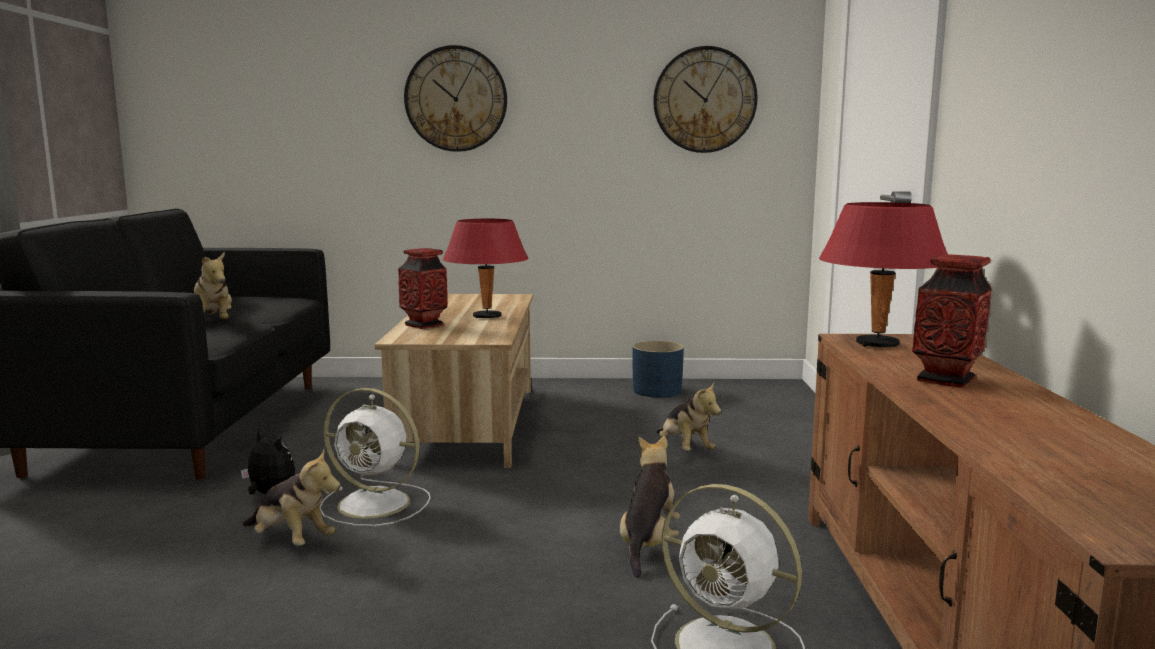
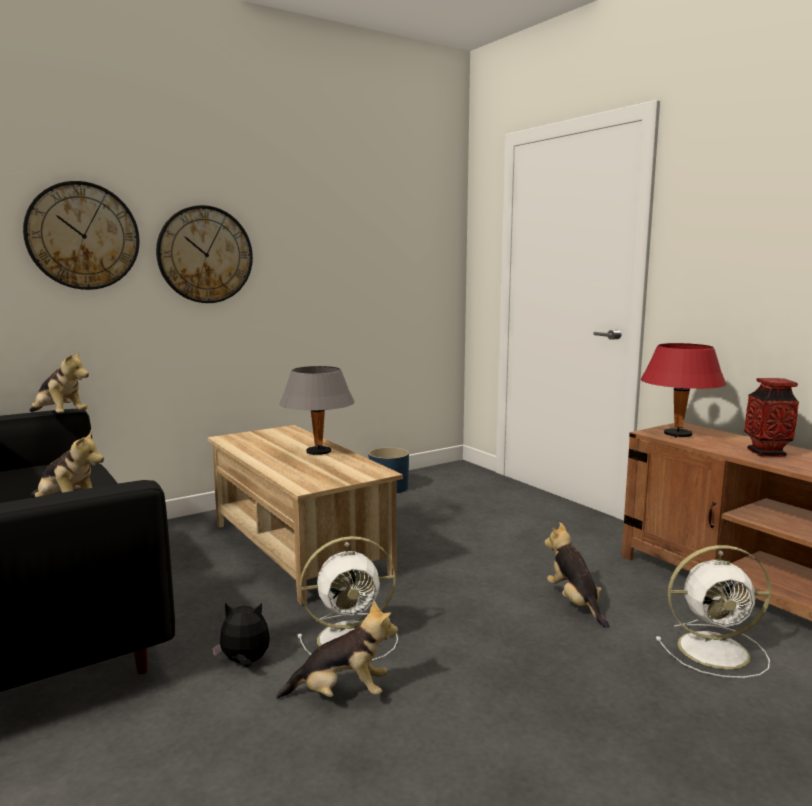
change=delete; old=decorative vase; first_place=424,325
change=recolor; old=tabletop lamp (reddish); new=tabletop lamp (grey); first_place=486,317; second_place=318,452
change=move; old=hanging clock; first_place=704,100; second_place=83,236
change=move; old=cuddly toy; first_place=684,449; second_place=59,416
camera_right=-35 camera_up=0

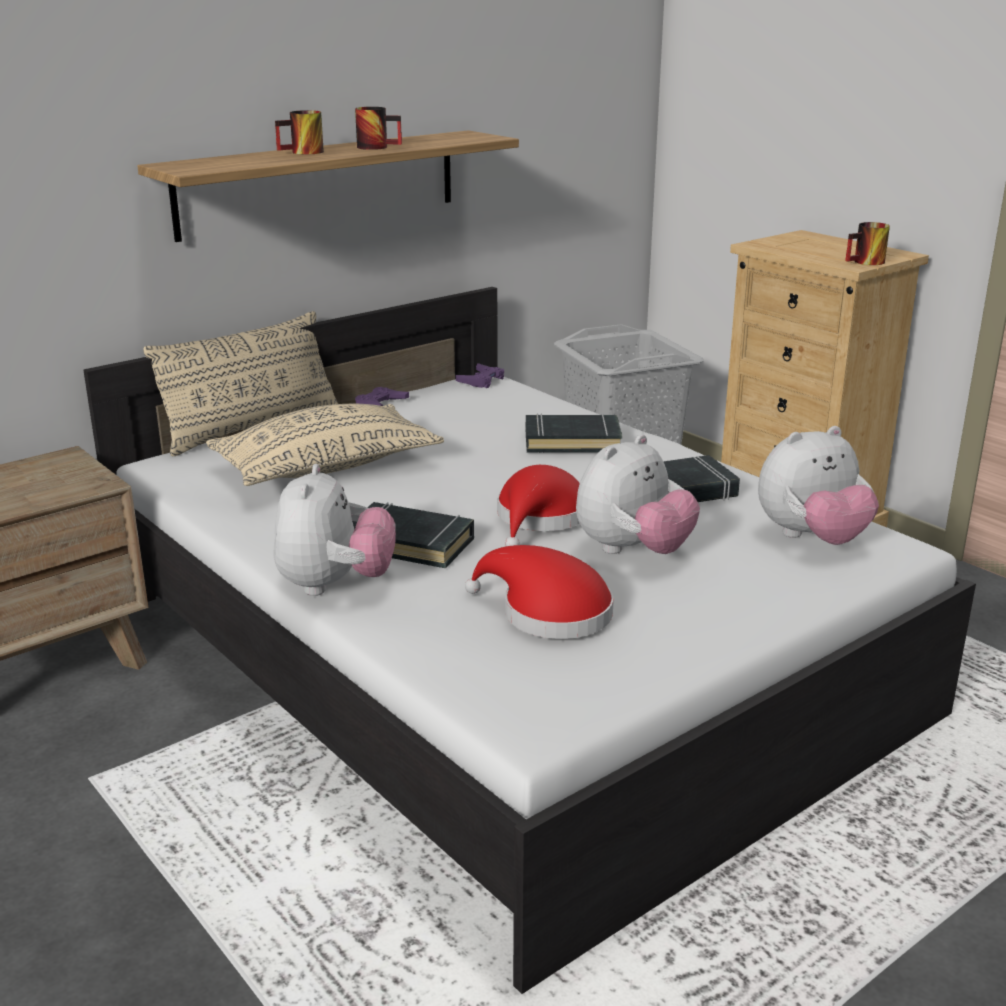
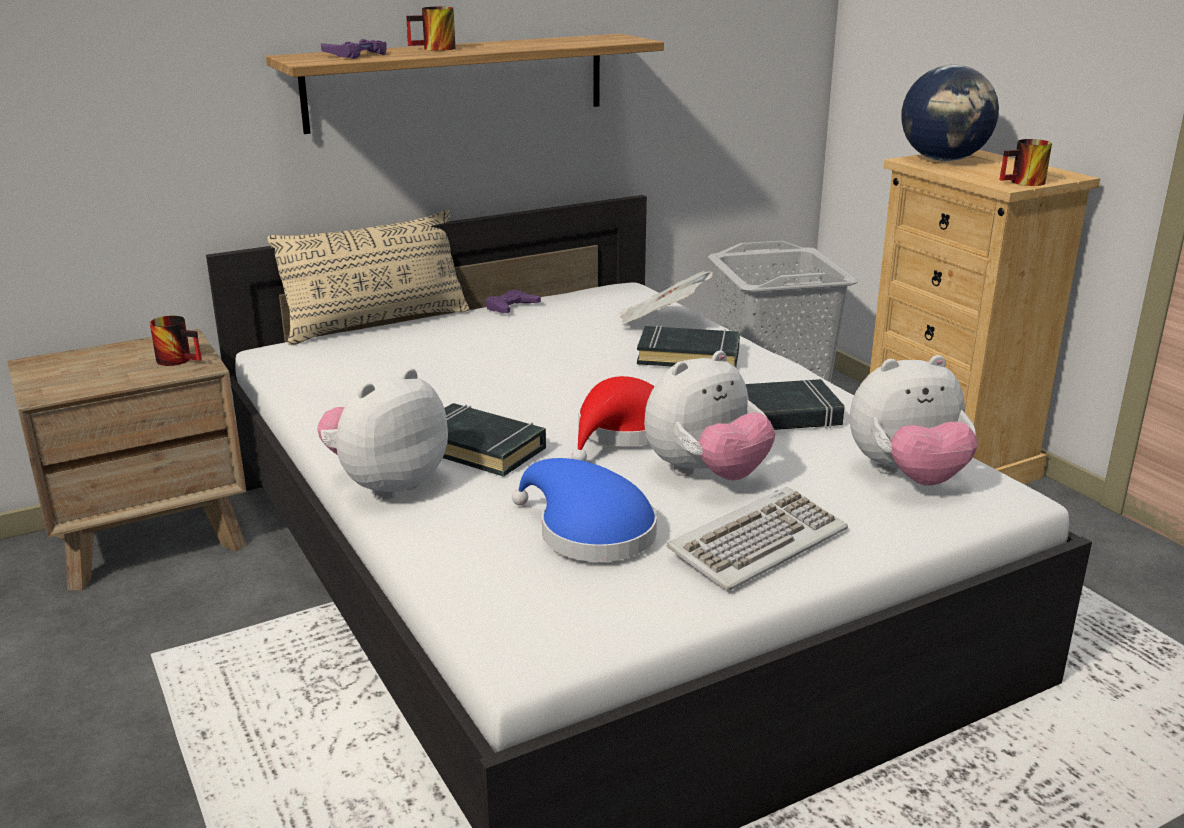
change=delete; old=pillow (beige-coloured); first_place=327,467
change=rotate; old=cuddly toy; first_place=335,585; second_place=386,484; degrees=-150
change=move; old=tea mug; first_place=378,147; second_place=181,359
change=move; old=joypad (purplish); first_place=481,380; second_place=357,55
change=recolor; old=clothing hat (reddish); new=clothing hat (bluish); first_place=548,612; second_place=589,532
change=insert; new=newspaper; second_place=661,322
change=insert; new=keyboard; second_place=757,543
change=insert; new=globe; second_place=944,160
camera_right=10 camera_up=0

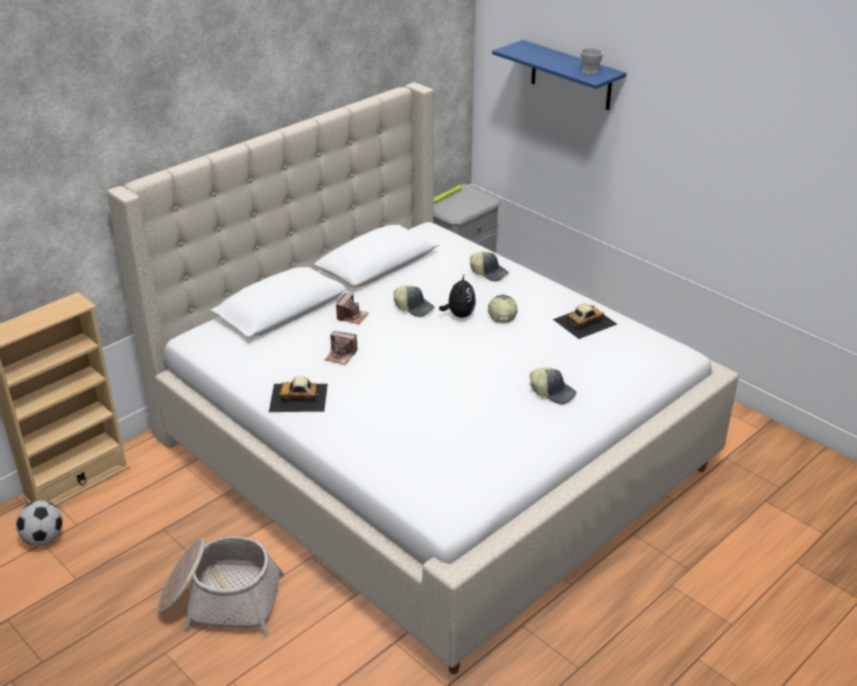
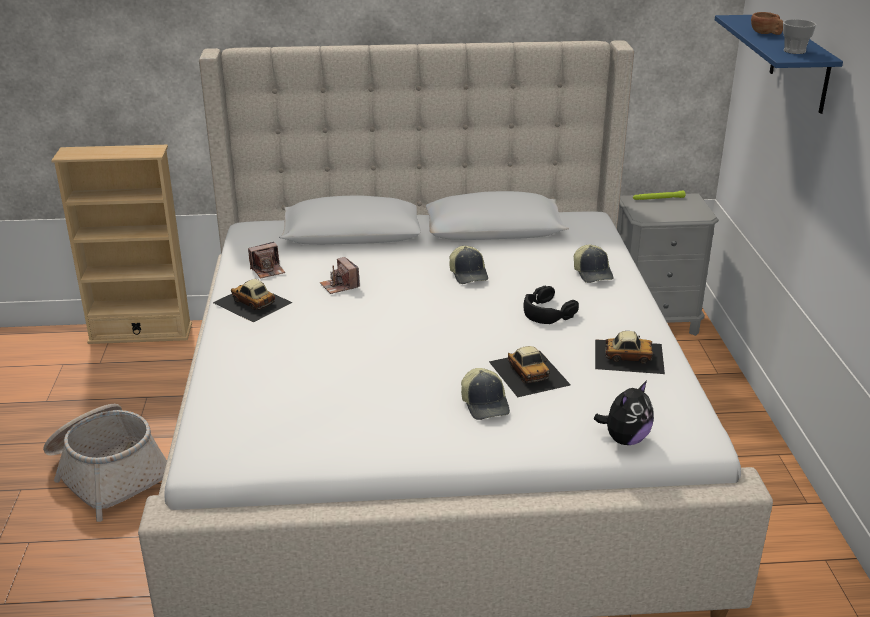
change=delete; old=football ball; first_place=44,538
change=move; old=still camera; first_place=352,316; second_place=268,270
change=move; old=cuddly toy; first_place=459,315; second_place=625,439
change=replace; old=baseball cap; new=pair of headphones (black-coloured); first_place=501,313; second_place=547,312
change=insert; new=model car; second_place=529,372
change=insert; new=drinking cup (brown); second_place=766,34
camera_right=40 camera_up=-5

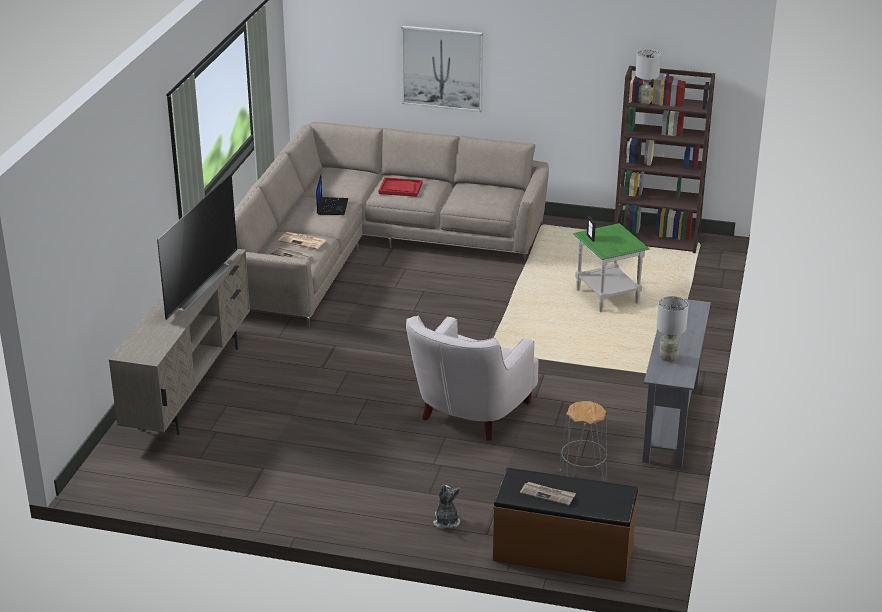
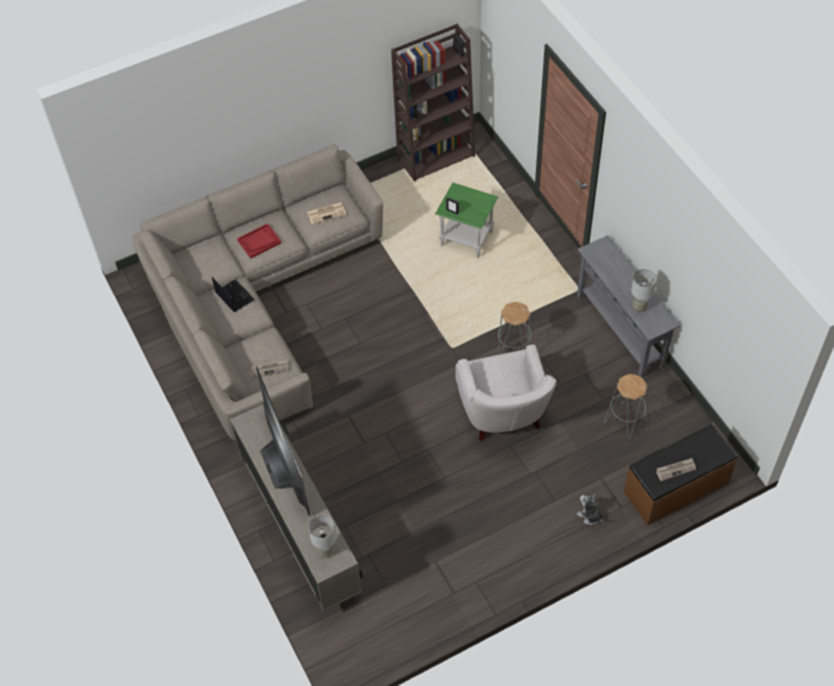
change=move; old=newspaper; first_place=303,241; second_place=327,213
change=delete; old=wall art; first_place=442,68
change=move; old=tabletop lamp (grey); first_place=645,102; second_place=325,551
change=insert; new=stool seat (grey); second_place=513,348
camera_right=-40 camera_up=25

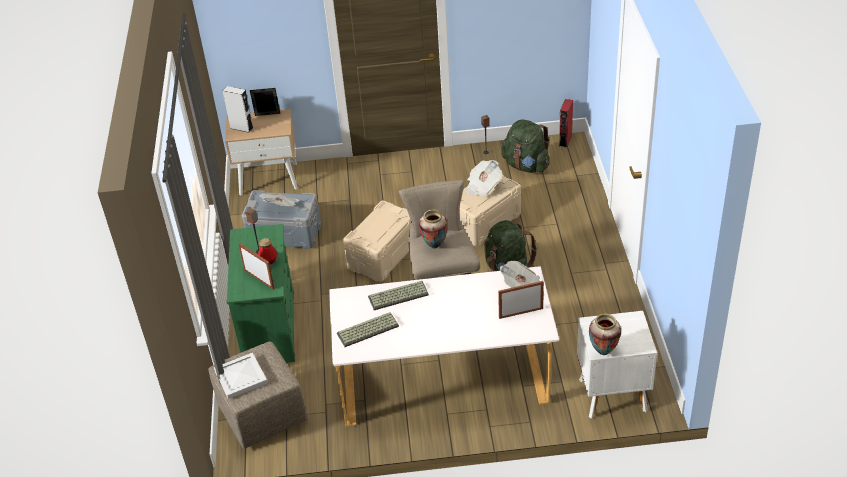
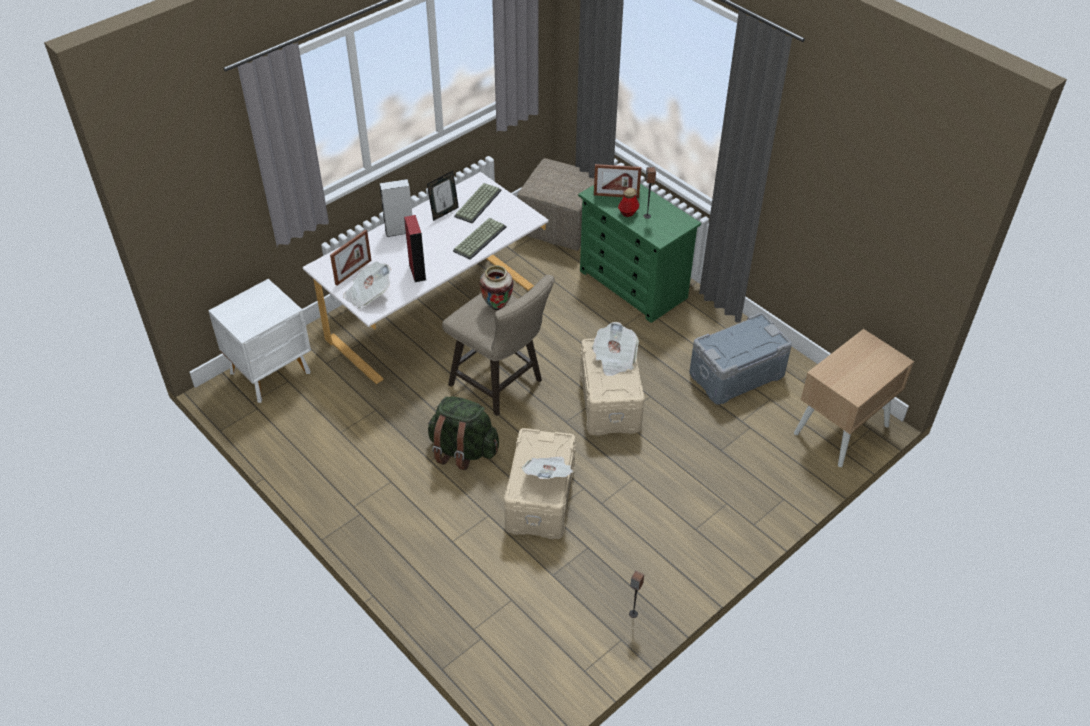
change=delete; old=tray (white); first_place=240,378
change=move; old=loudspeaker (grey); first_place=241,128; second_place=399,231
change=move; old=picture frame; first_place=267,116; second_place=444,213
change=move; old=newspaper; first_place=281,207; second_place=614,359
change=delete; old=knapsack (green); first_place=526,166
change=move; old=loudspeaker (reddish); first_place=565,140; second_place=417,271
change=delete; old=decorative vase; first_place=603,351
camera_right=140 camera_up=5

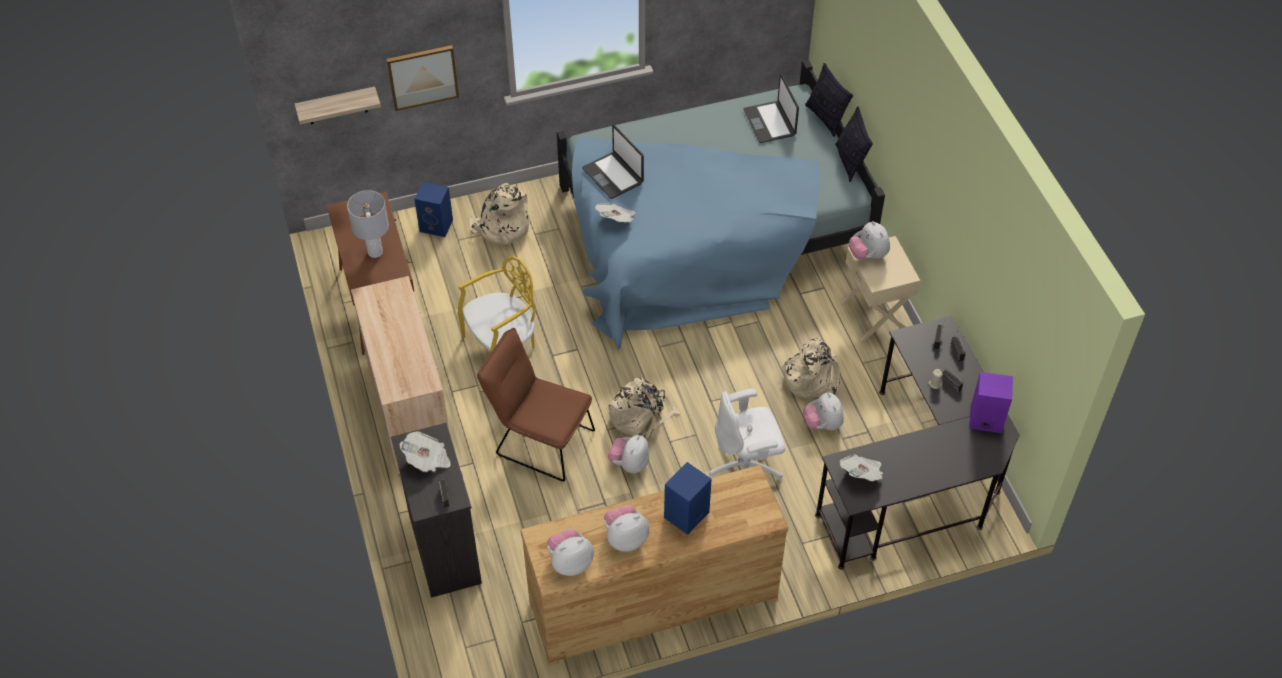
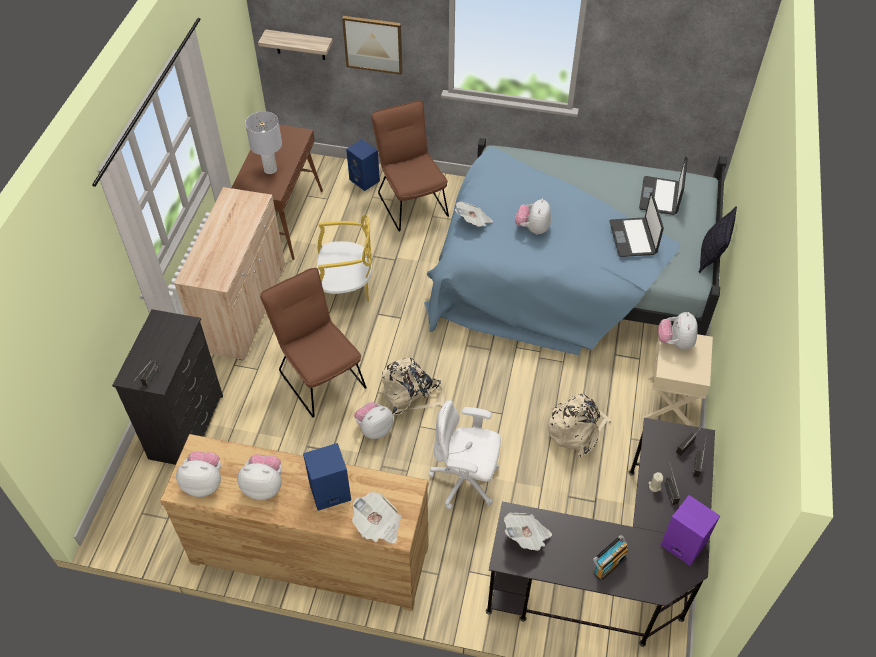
change=move; old=newspaper; first_place=427,460; second_place=378,525
change=replace; old=knapsack (beige-coloured); new=plain chair (brown); first_place=502,228; second_place=411,201
change=move; old=laptop; first_place=613,175; second_place=633,238
change=move; old=cuddly toy; first_place=822,424; second_place=533,228
change=delete; old=pillow; first_place=826,118
change=insert; new=radio; second_place=608,564
camera_right=30 camera_up=0

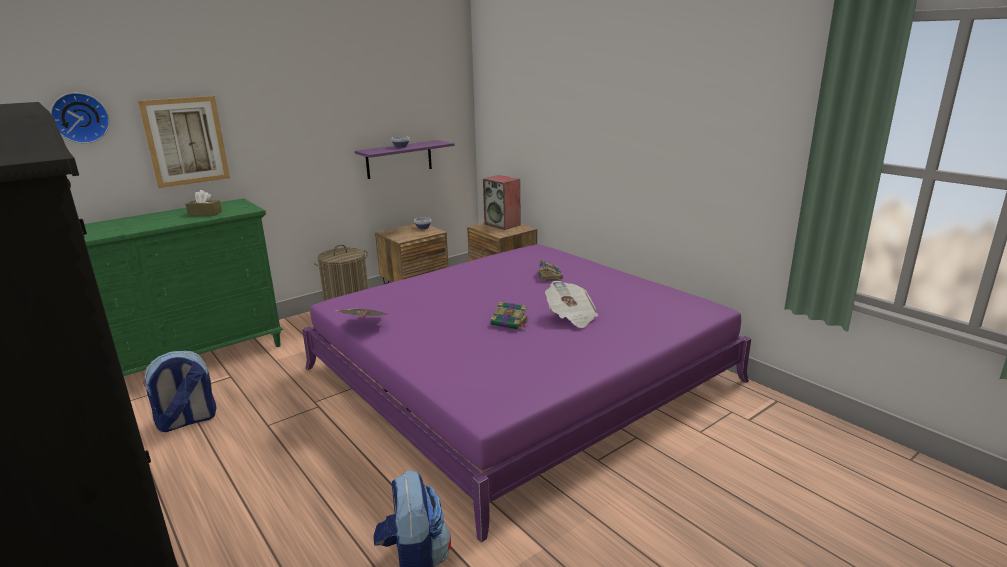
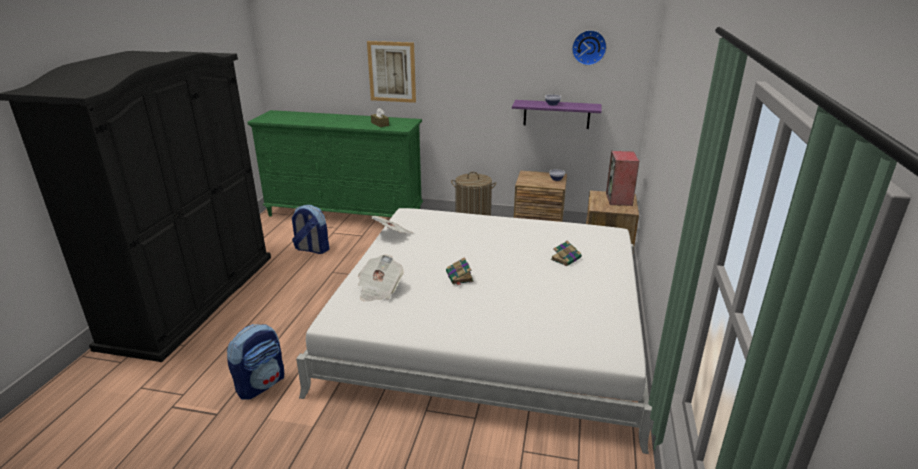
change=move; old=hanging clock; first_place=80,118; second_place=589,47
change=recolor; old=sleeping bed (purplish); new=sleeping bed (white); first_place=518,374; second_place=490,326
change=move; old=newspaper; first_place=571,317; second_place=379,290
camera_right=50 camera_up=5

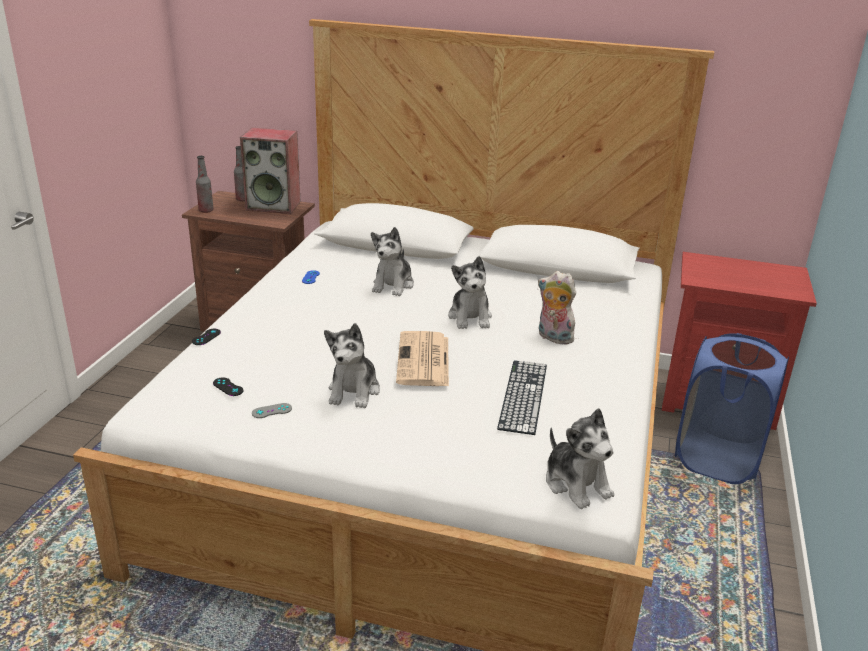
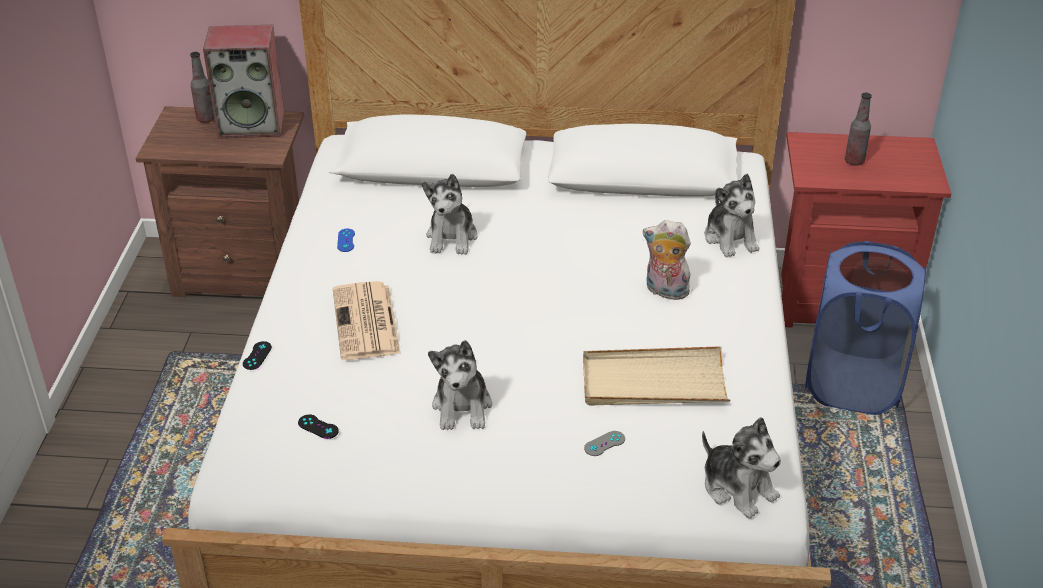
change=move; old=bottle; first_place=206,211; second_place=854,161
change=move; old=joypad (grey); first_place=272,411; second_place=604,443
change=move; old=newspaper; first_place=424,360; second_place=366,323
change=move; old=cuddly toy; first_place=470,317; second_place=730,238
change=replace; old=keyboard; new=tray (beige-coloured); first_place=523,396; second_place=653,382
camera_right=-10 camera_up=10

